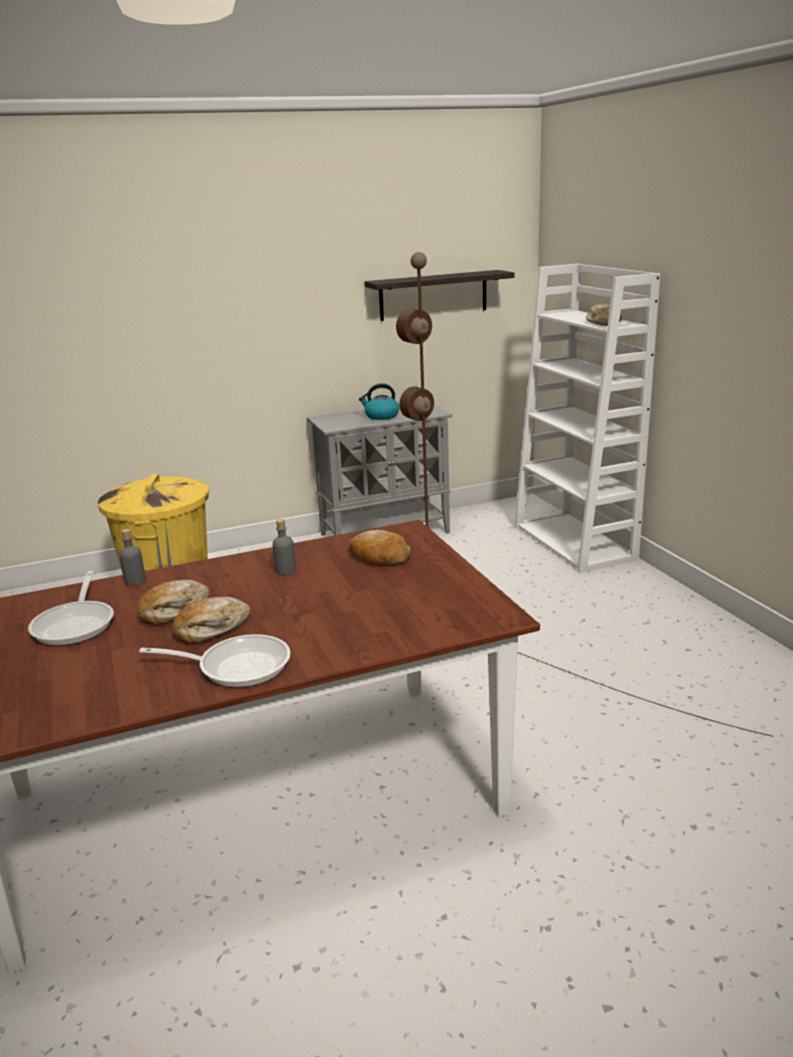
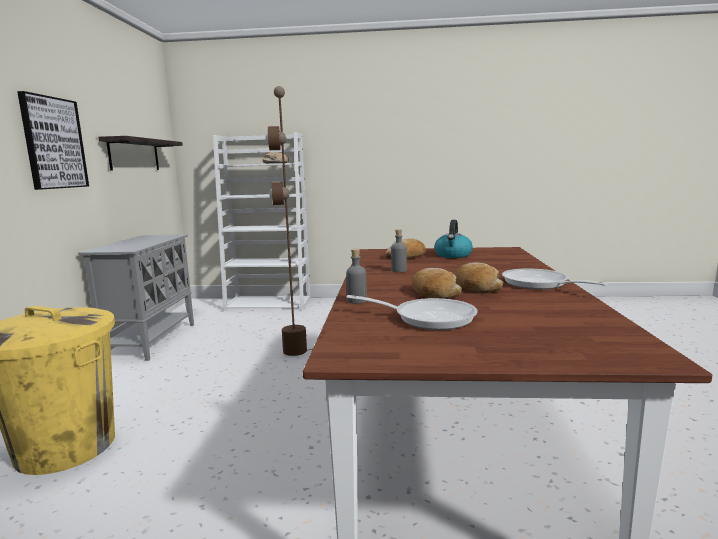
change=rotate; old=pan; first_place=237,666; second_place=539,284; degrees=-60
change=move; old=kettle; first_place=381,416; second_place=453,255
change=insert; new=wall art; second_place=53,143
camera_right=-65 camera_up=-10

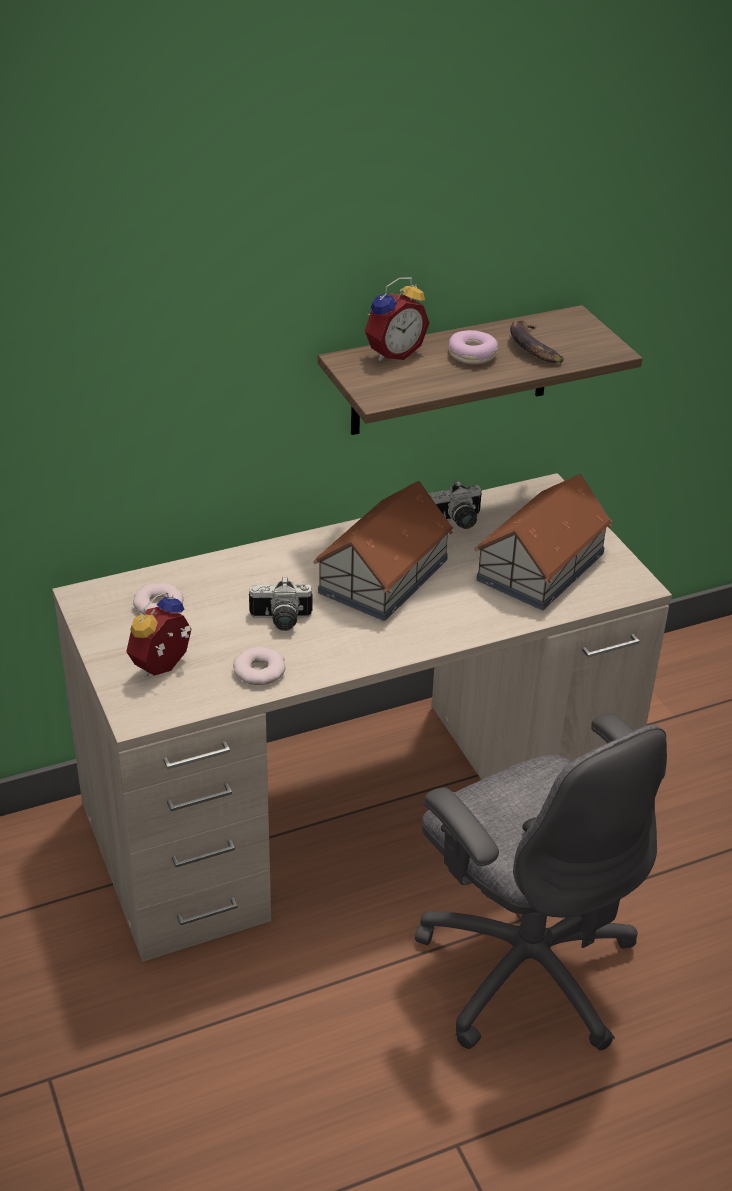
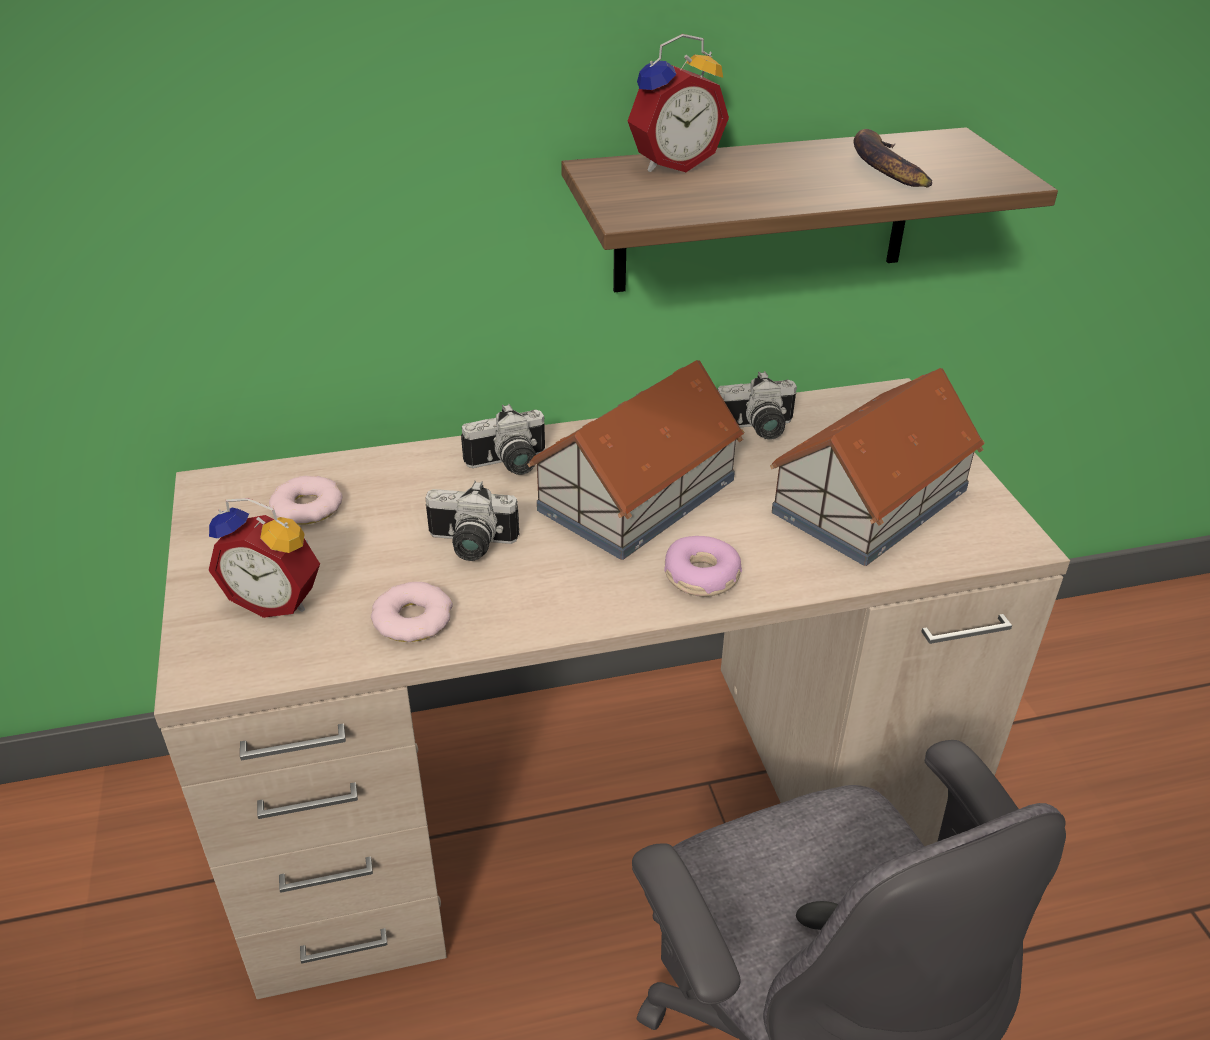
change=rotate; old=table clock; first_place=165,667; second_place=277,599; degrees=-120
change=move; old=doughnut; first_place=472,356; second_place=701,577
change=insert; new=still camera; second_place=509,465
camera_right=10 camera_up=0

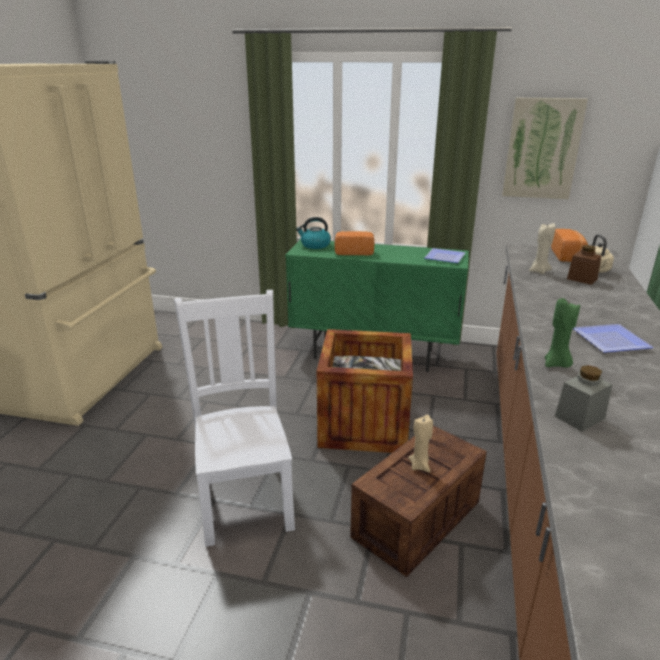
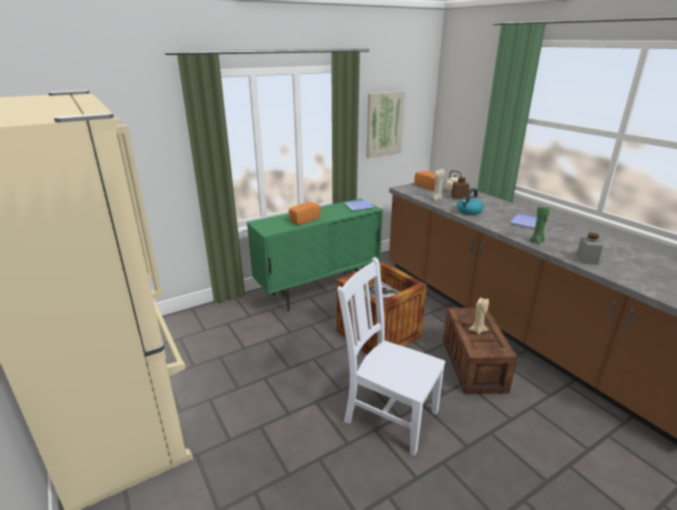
change=move; old=kettle; first_place=315,245; second_place=469,211
camera_right=-45 camera_up=0

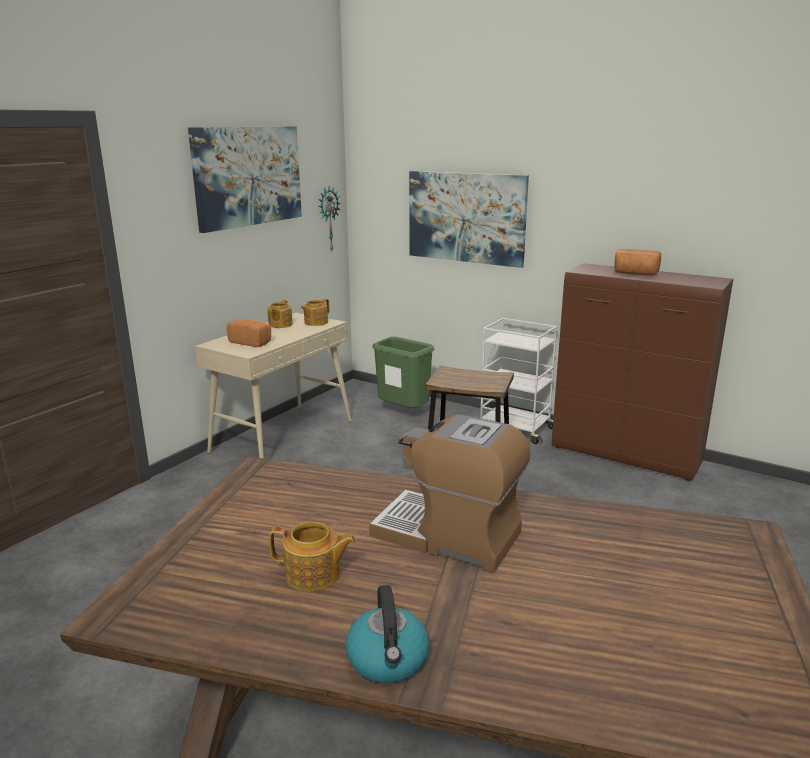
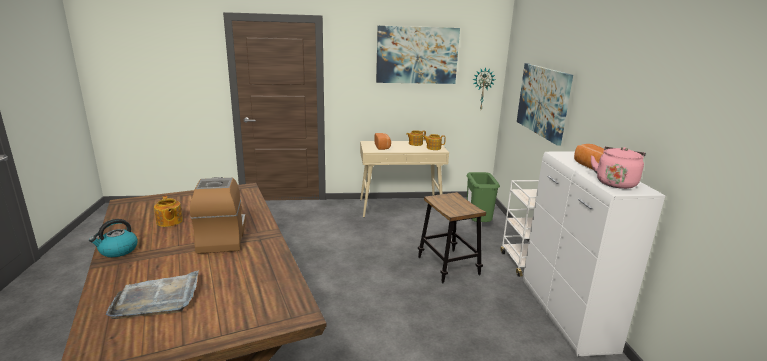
change=recolor; old=cupboard (brown); new=cupboard (white); first_place=626,455; second_place=566,316
change=insert; new=tray (grey); second_place=157,298
change=insert; new=kettle (pink); second_place=615,183
camera_right=50 camera_up=0

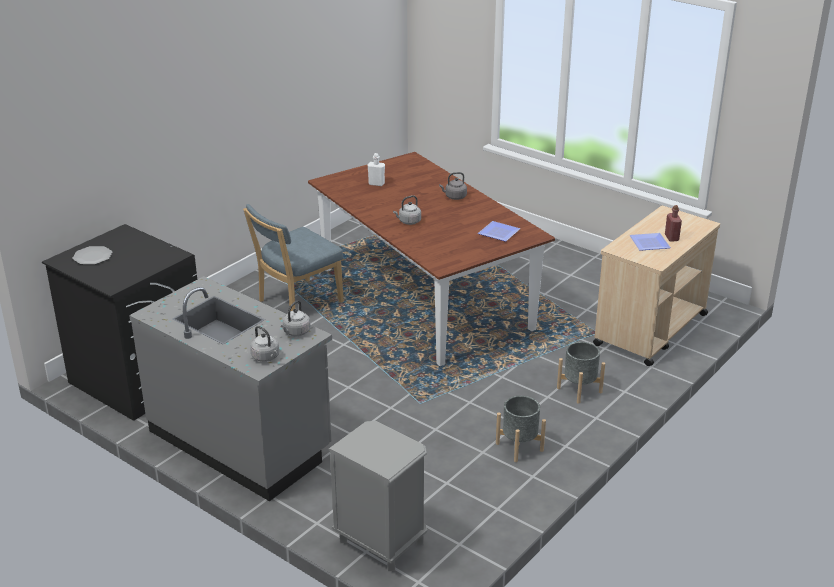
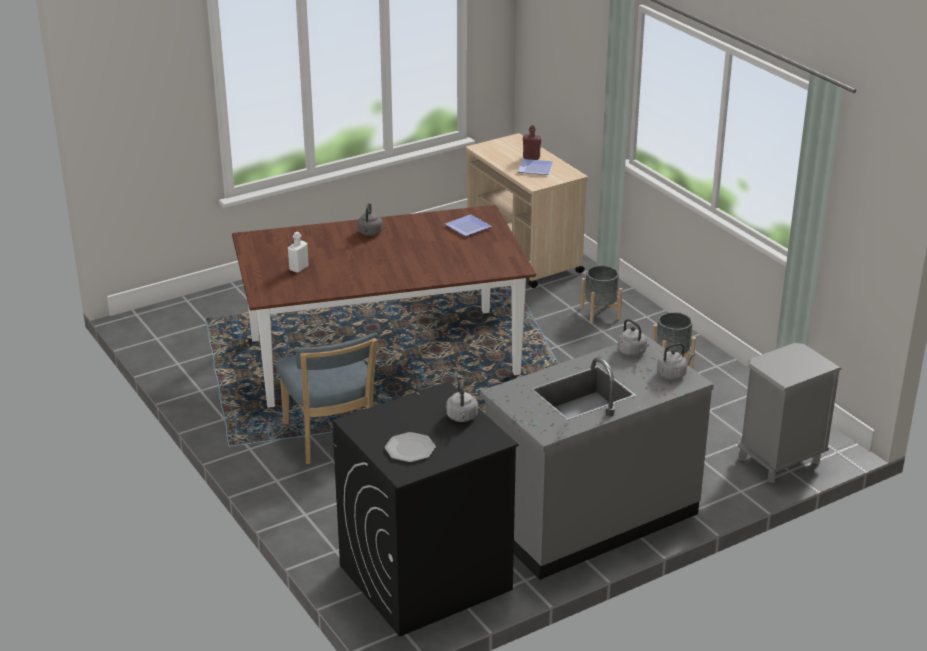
change=move; old=kettle (grey); first_place=408,222; second_place=462,417
camera_right=-70 camera_up=0

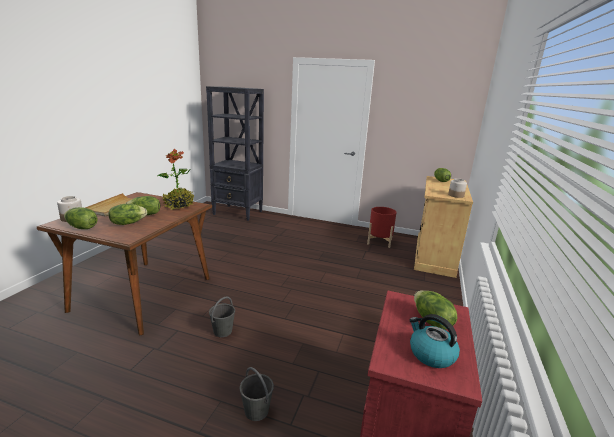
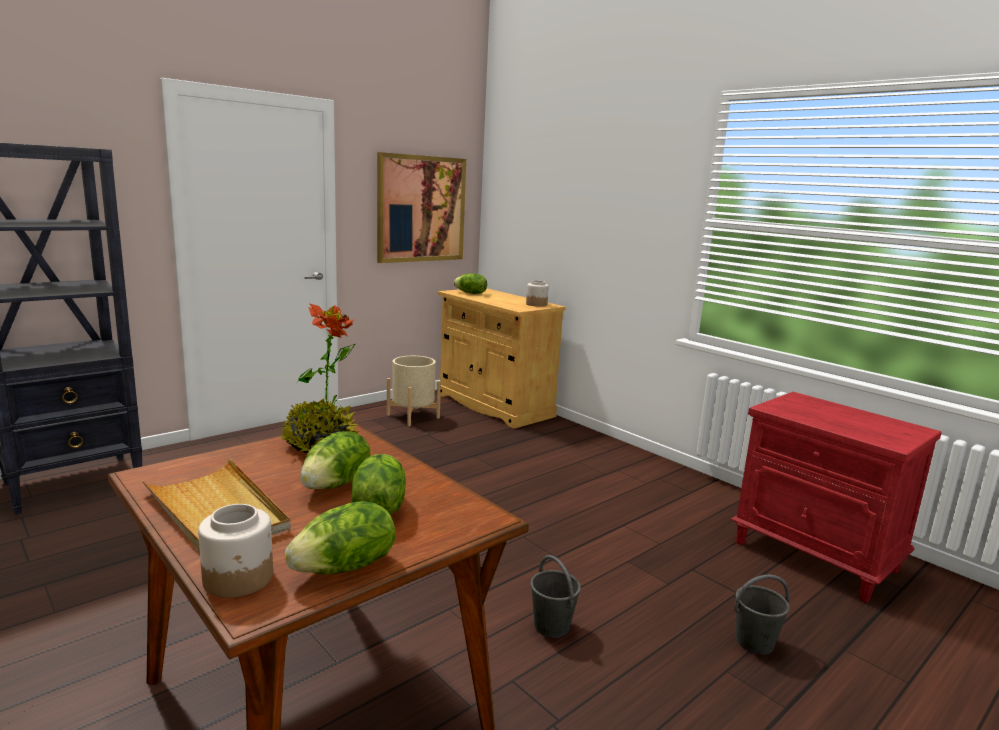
change=recolor; old=plant pot (reddish); new=plant pot (beige-coloured); first_place=379,241; second_place=413,416
change=delete; old=kettle; first_place=431,354
change=delete; old=lettuce head; first_place=431,321
change=insert; new=wall art; second_place=421,209
camera_right=-60 camera_up=-5

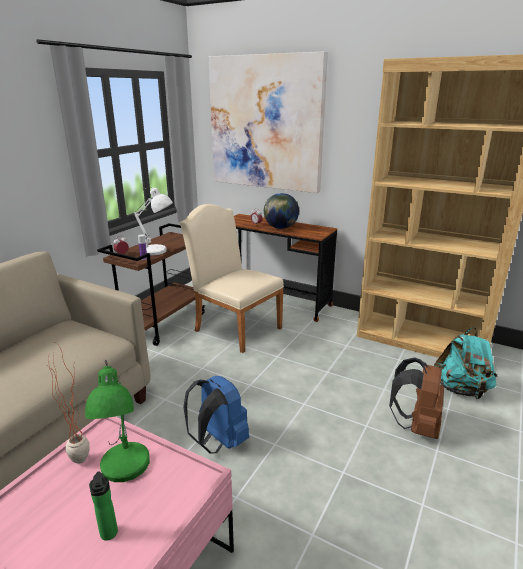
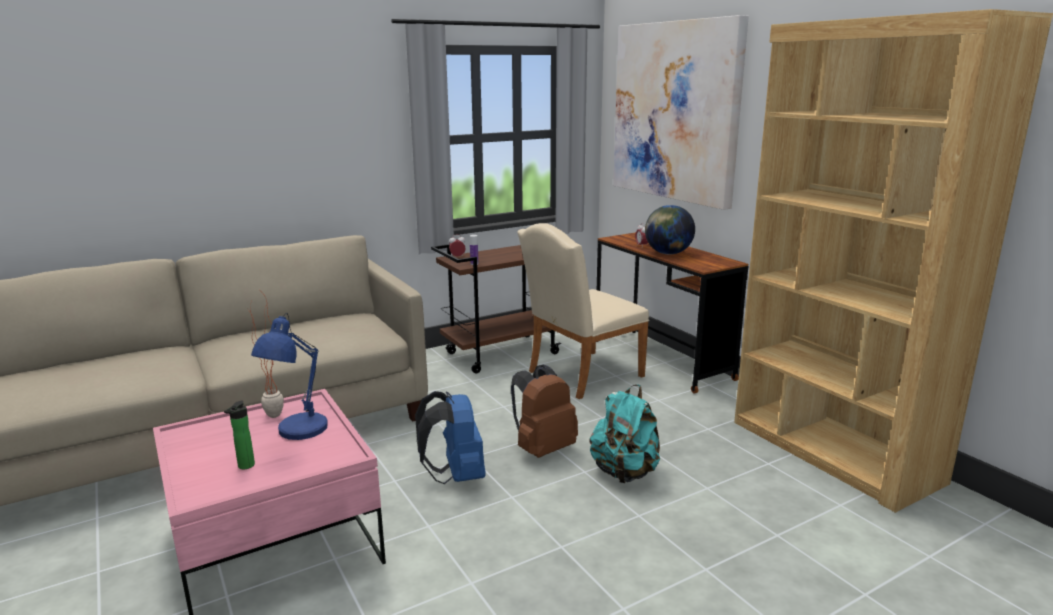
change=recolor; old=tabletop lamp (green); new=tabletop lamp (bluish); first_place=124,468; second_place=298,431
change=delete; old=tabletop lamp (white); first_place=157,251
change=rotate; old=plain chair (beige-coloured); first_place=234,327; second_place=579,375; degrees=-105
change=move; old=knapsack (brown); first_place=416,426; second_place=542,449
change=move; old=knapsack (turquoise); first_place=461,390; second_place=624,472
camera_right=30 camera_up=-5

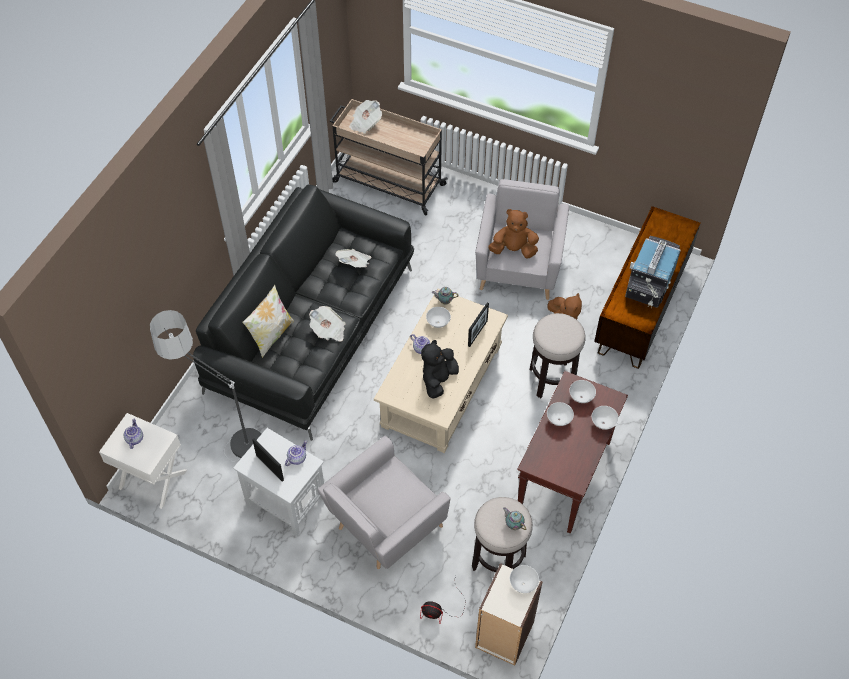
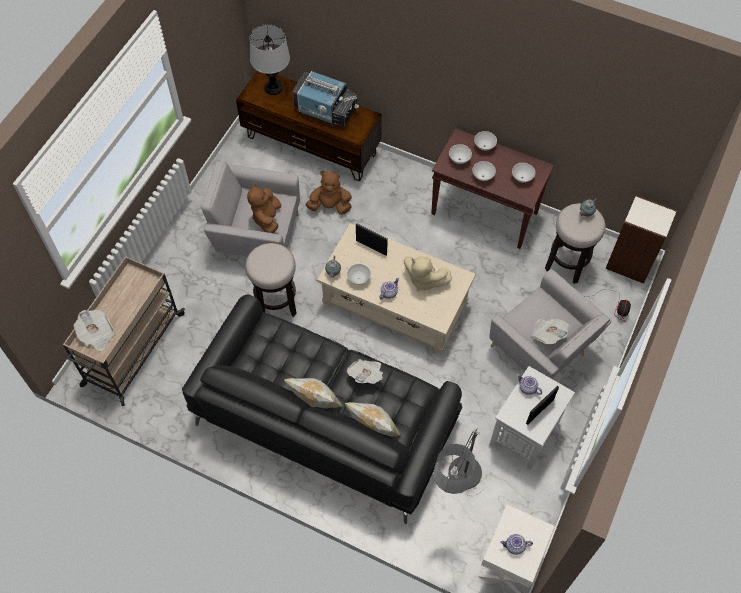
change=move; old=newspaper; first_place=354,263; second_place=547,334
change=recolor; old=cuddly toy (black-coloured); new=cuddly toy (beige-coloured); first_place=438,380; second_place=424,280
change=move; old=serving bowl (white); first_place=523,584; second_place=522,178
change=move; old=stool seat; first_place=551,380; second_place=276,303
change=insert; new=tabletop lamp; second_place=273,88
change=insert; new=pillow; second_place=315,403
camera_right=-90 camera_up=5

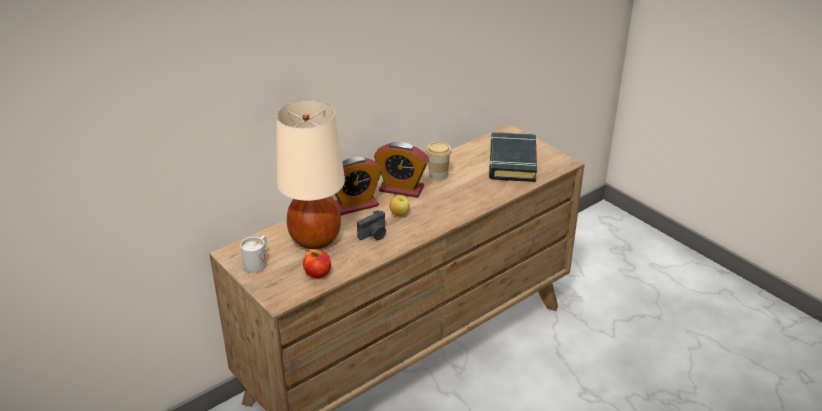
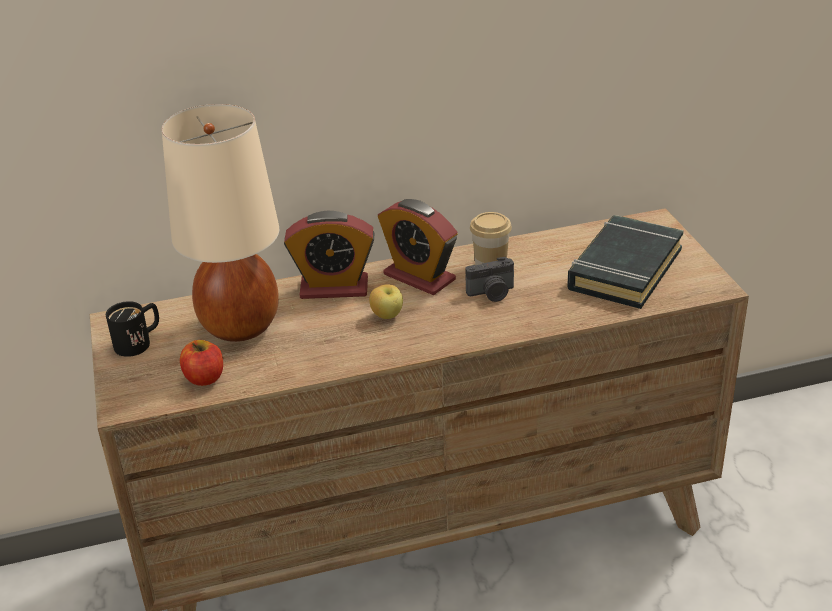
change=recolor; old=tea mug (white); new=tea mug (black-coloured); first_place=258,262; second_place=139,342
change=move; old=still camera; first_place=374,235; second_place=492,293
camera_right=25 camera_up=0

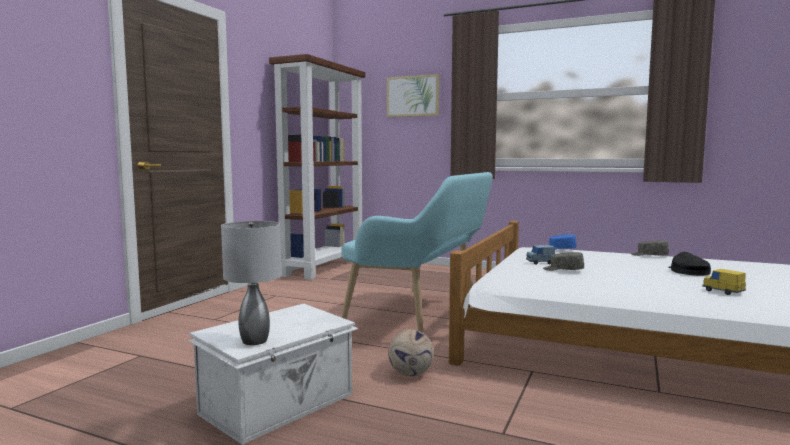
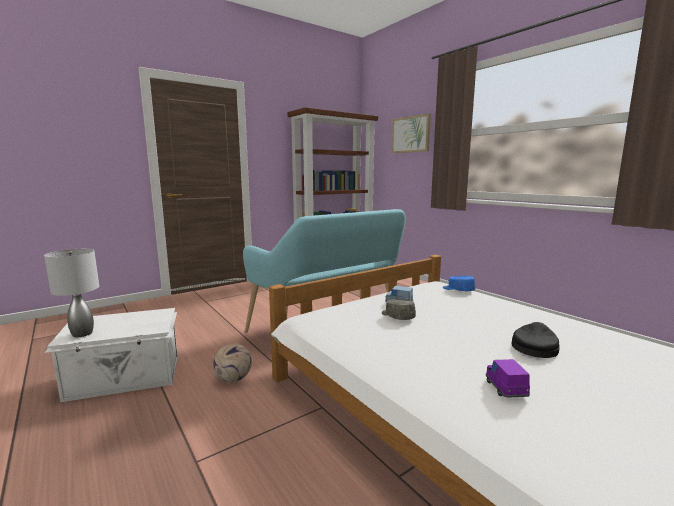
change=delete; old=baseball cap (grey); first_place=649,255
change=recolor; old=model car (yellow); new=model car (purplish); first_place=723,291; second_place=505,389
camera_right=30 camera_up=5

